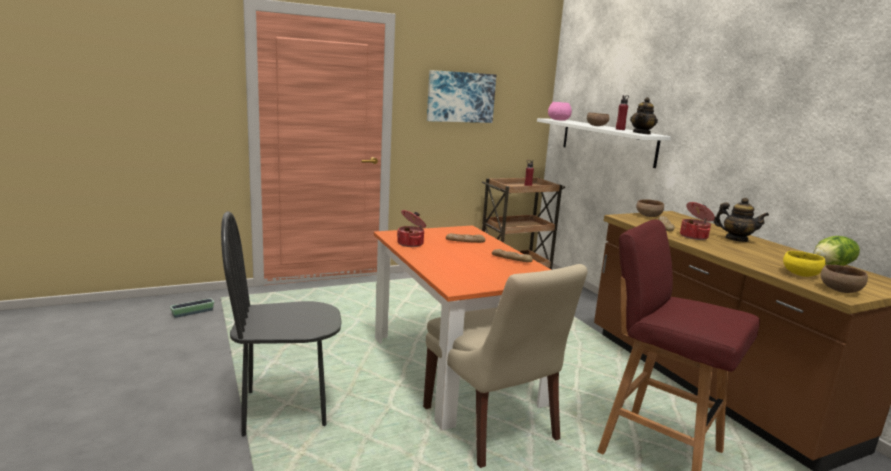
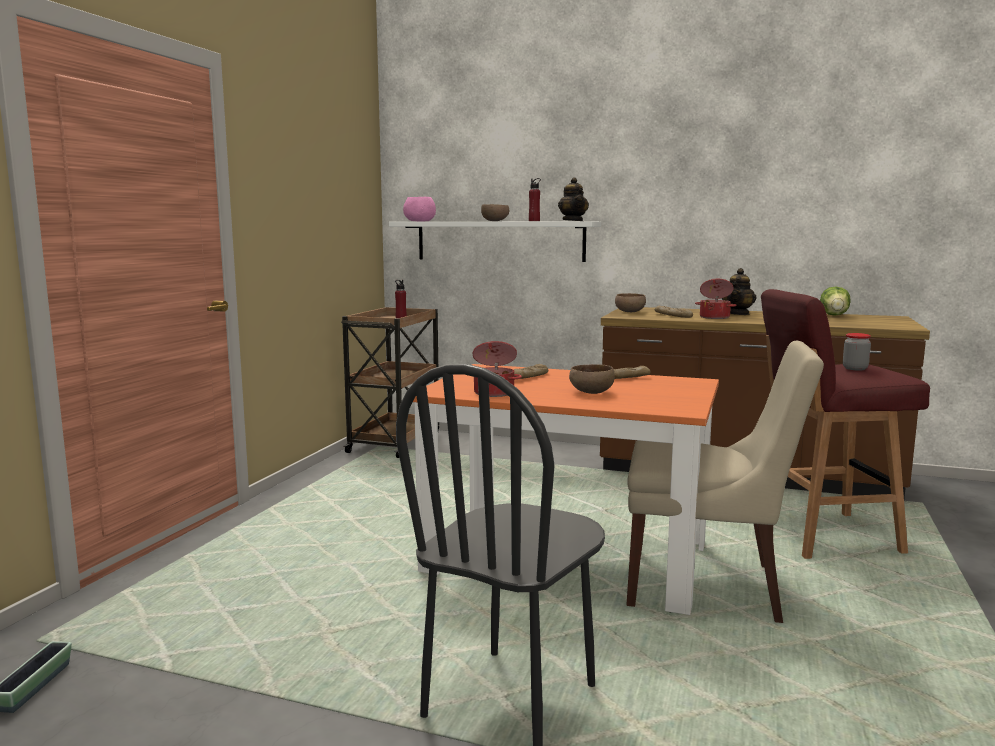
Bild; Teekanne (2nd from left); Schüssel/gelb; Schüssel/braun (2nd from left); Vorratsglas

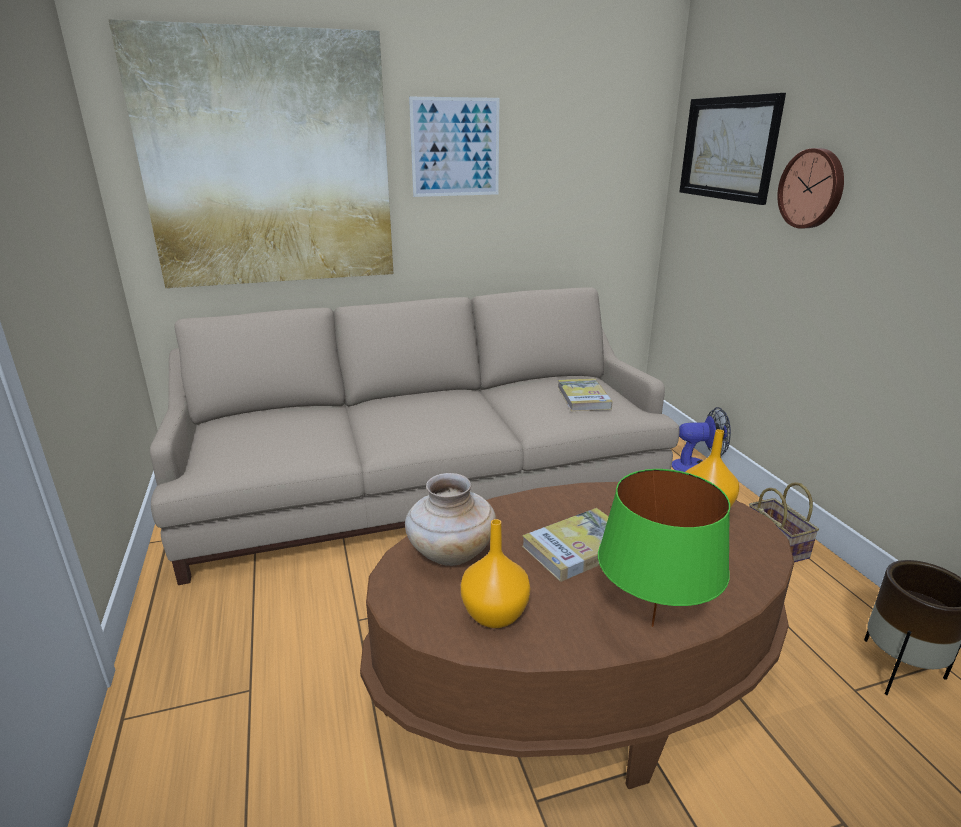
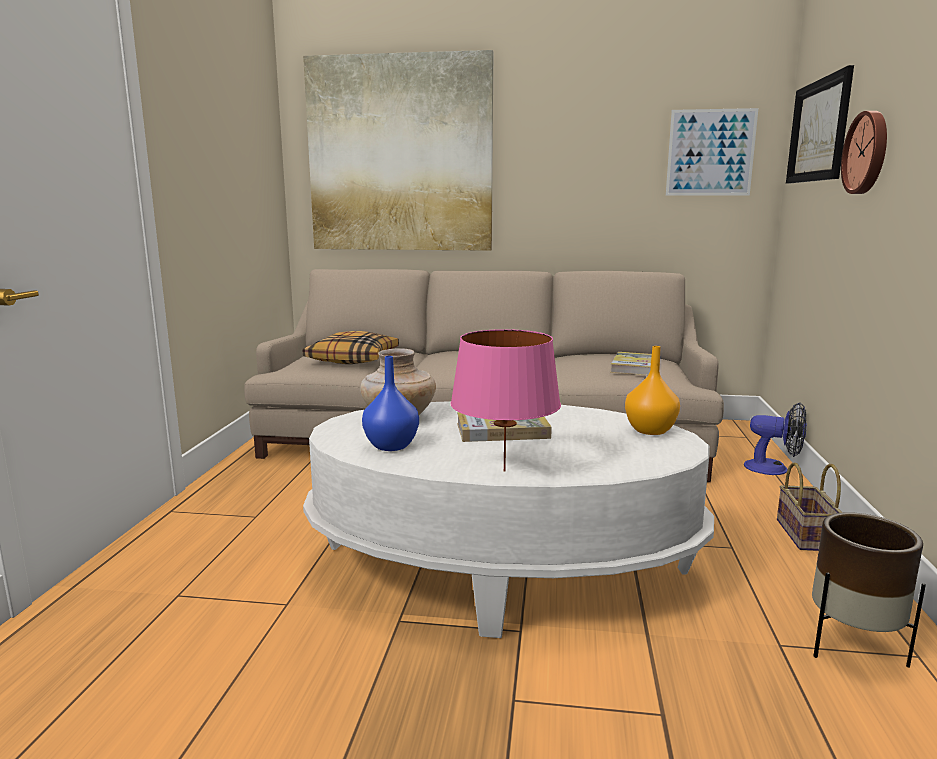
Couchtisch/weiß; Bild (2nd from left); Vase/blau; Tischlampe/rosa; Kissen

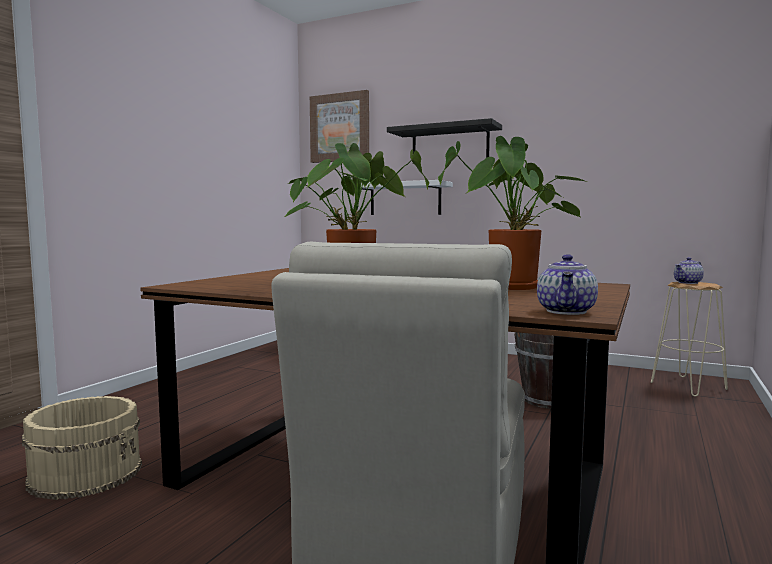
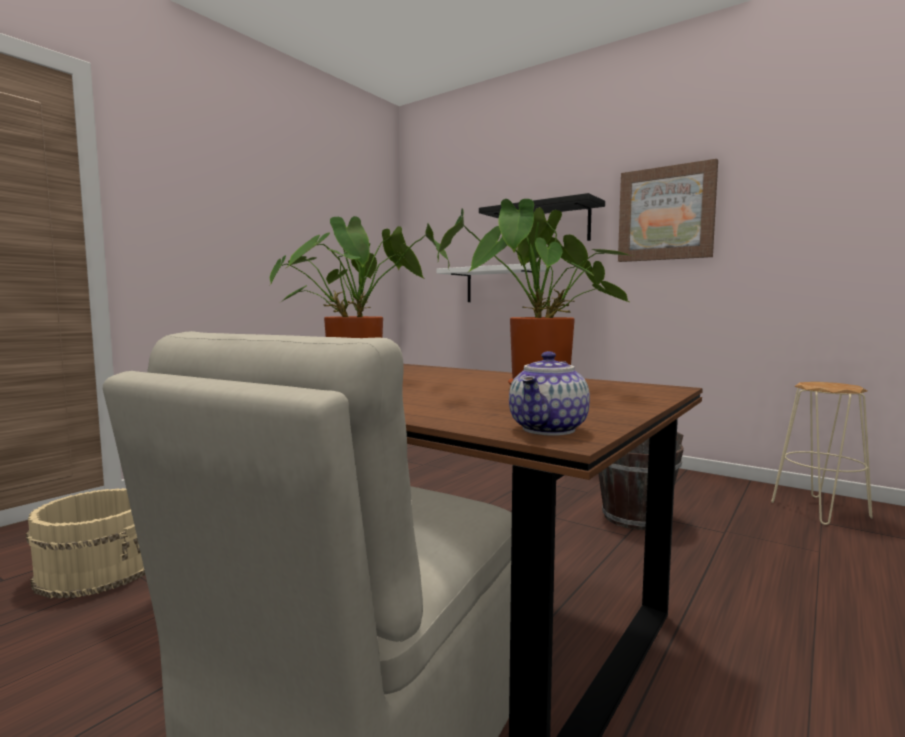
Bild; Teekanne (2nd from left in the first image)

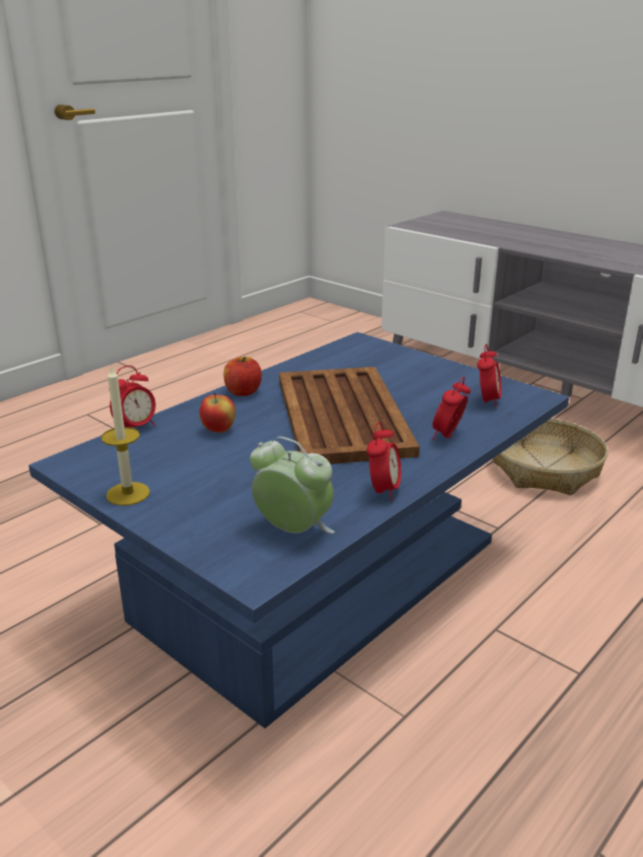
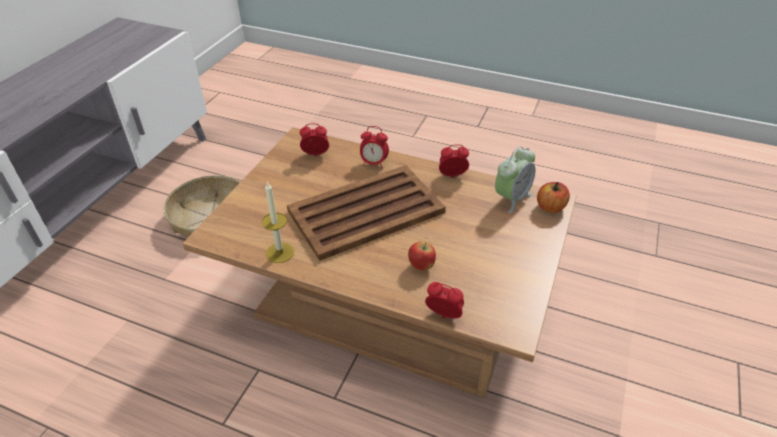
Couchtisch/braun; Kerze; Apfel (2nd from left); Wecker (5th from left)

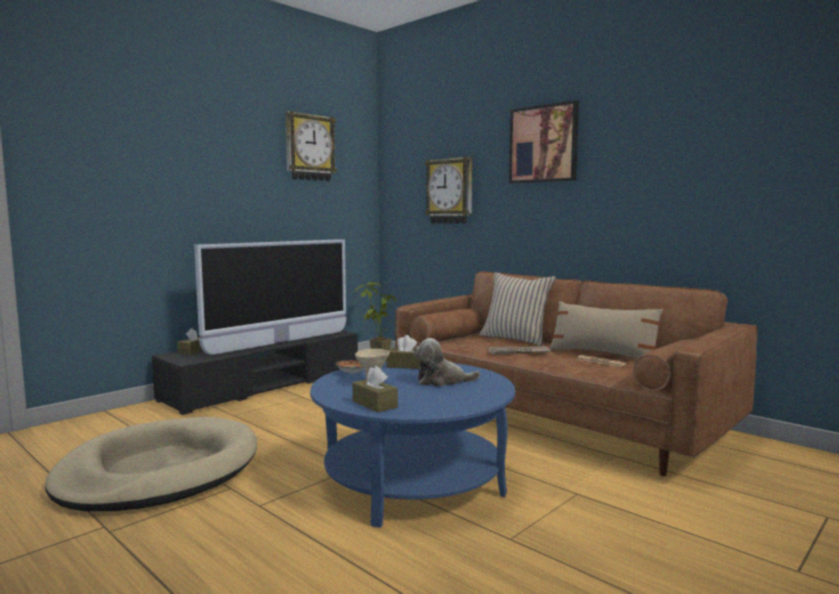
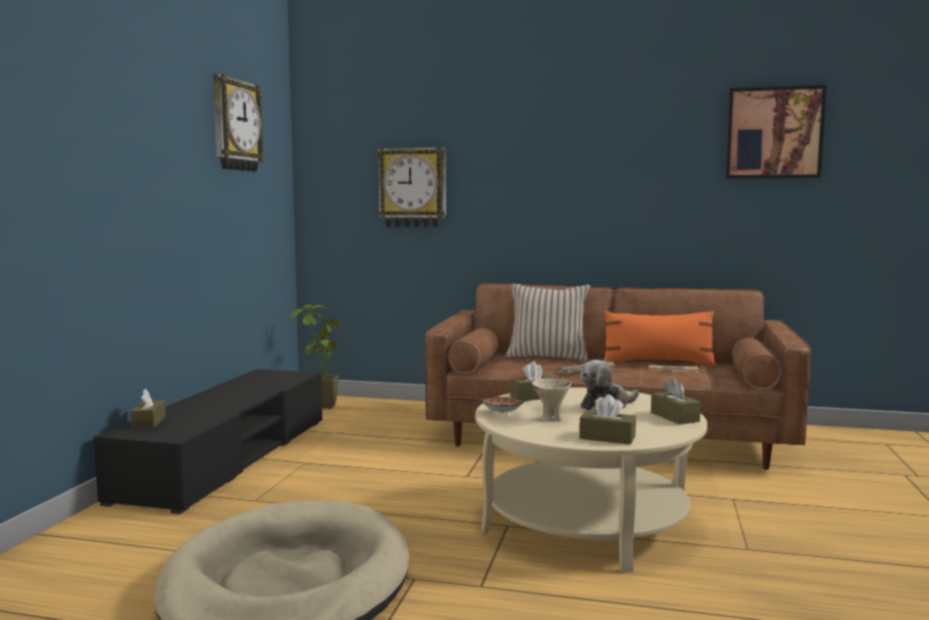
Fernseher; Couchtisch/beige; Bild; Kissen/orange; Taschentuchbox/braun (4th from left)

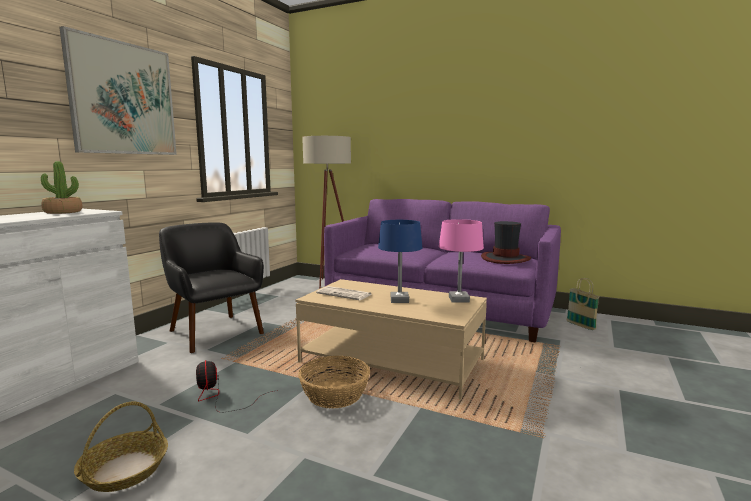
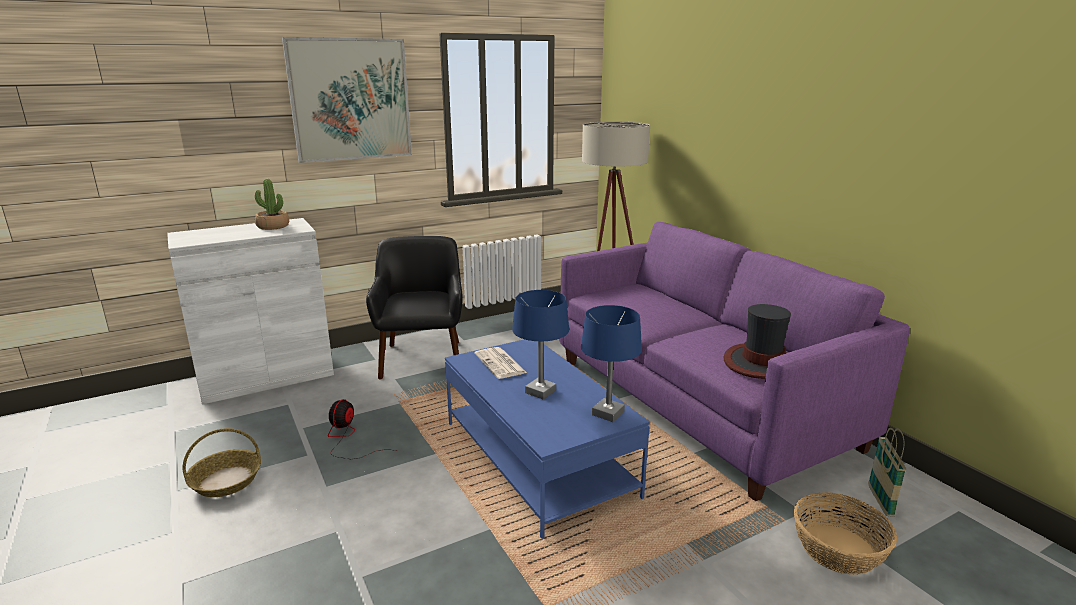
Couchtisch/blau; Korb (2nd from left); Tischlampe/blau (2nd from left)

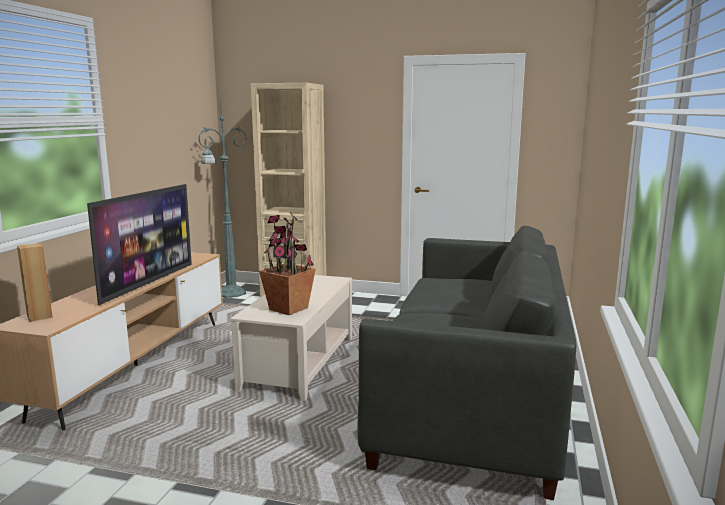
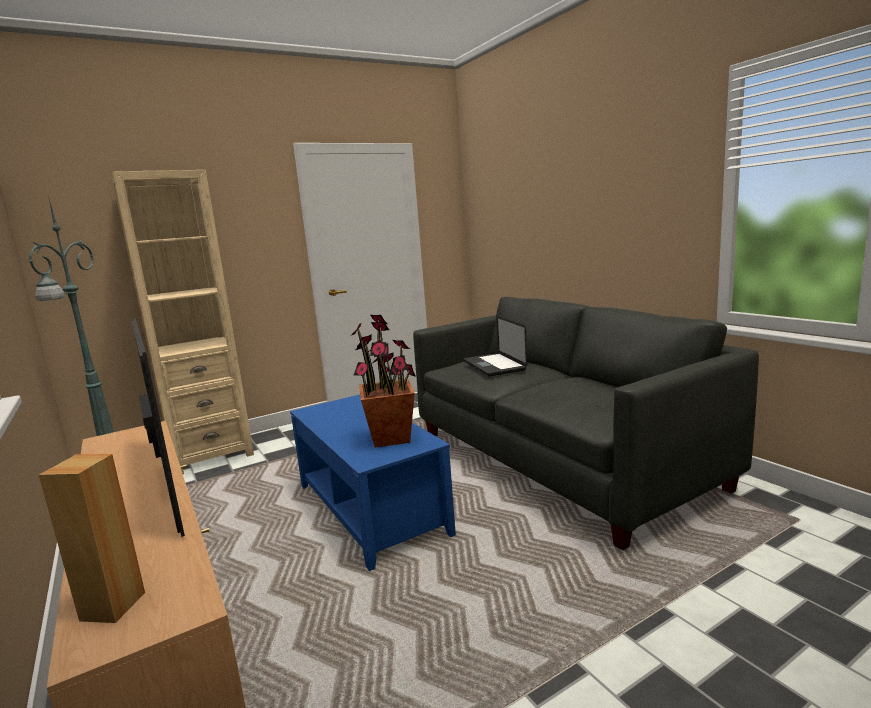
Couchtisch/blau; Laptop

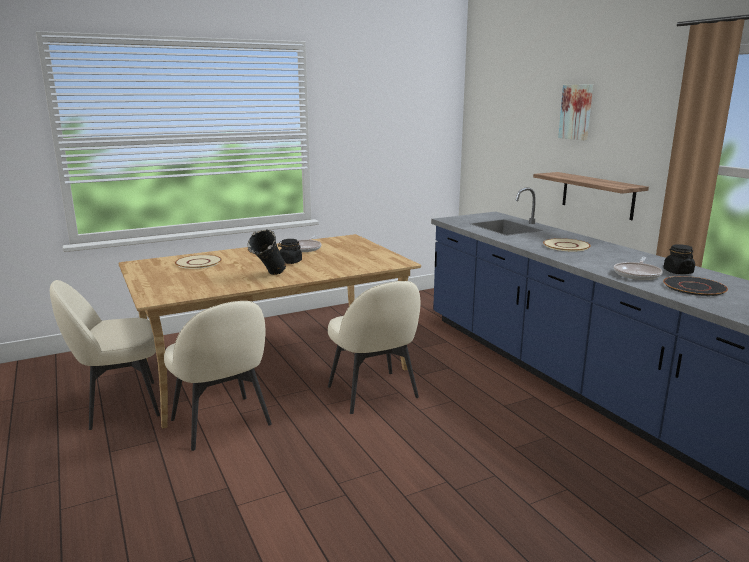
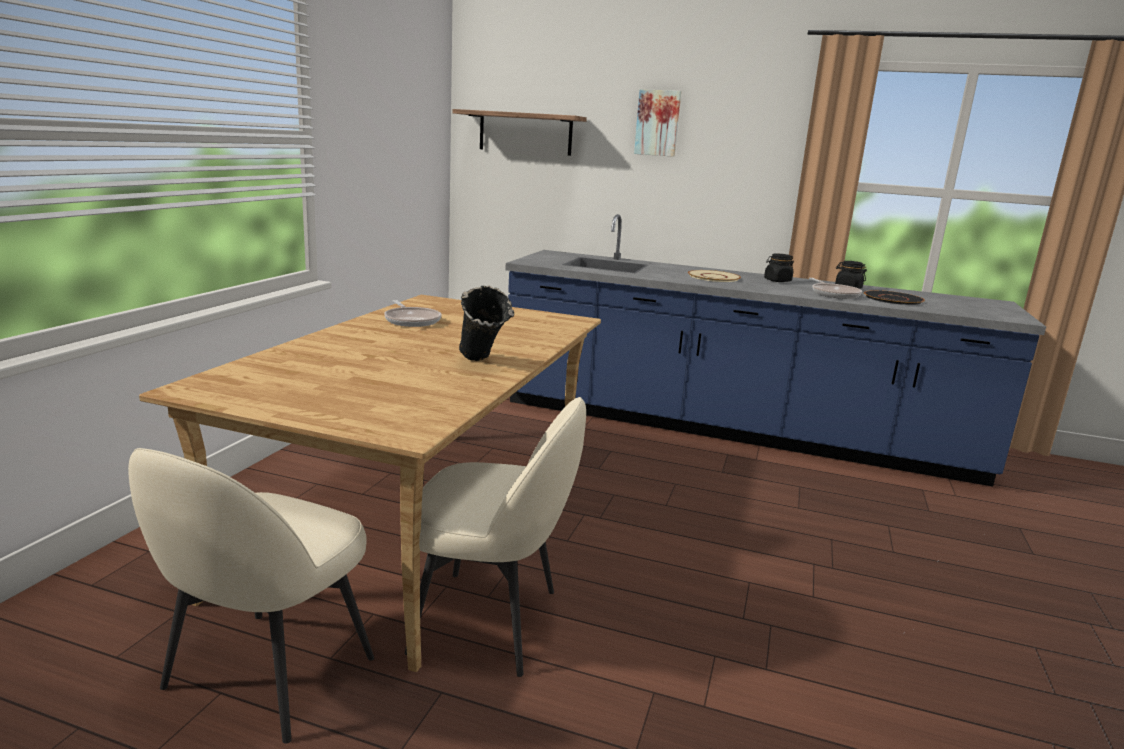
Teller/beige (1st from left in the first image); Vorratsglas/schwarz (1st from left); Stuhl/beige (3rd from left in the first image); Wandregal

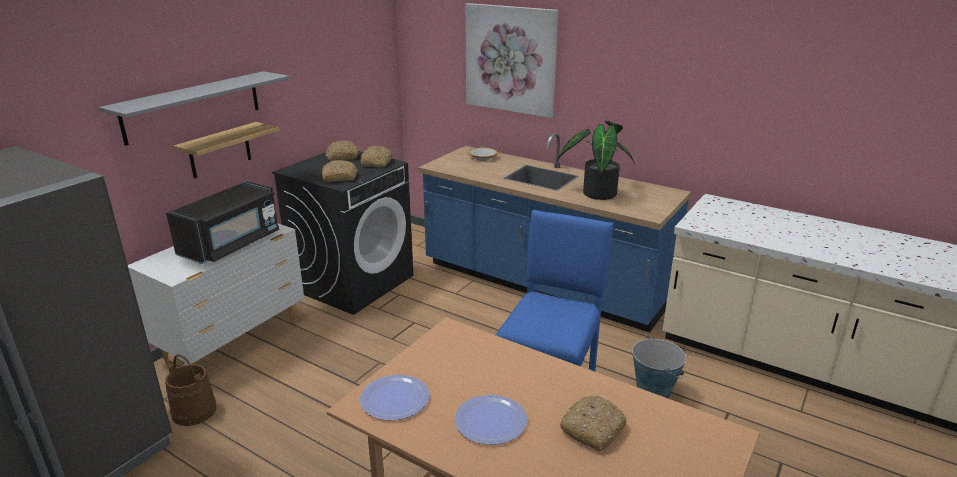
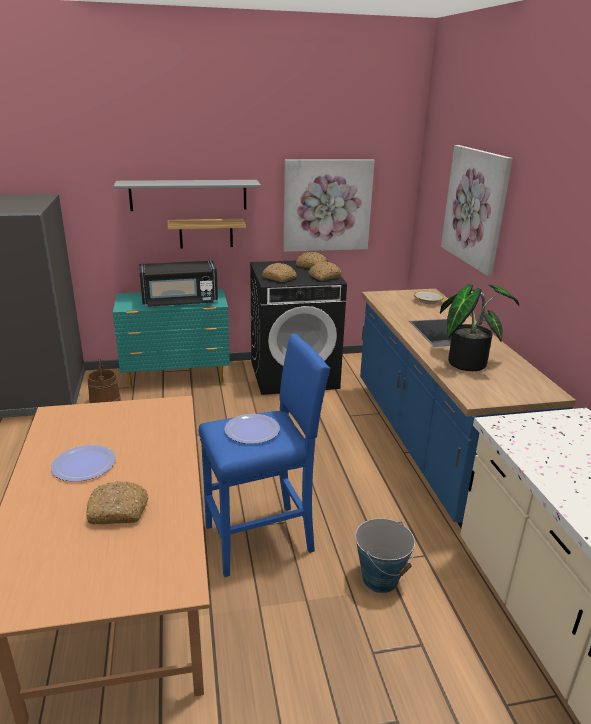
Kommode/türkis; Teller (2nd from left); Bild (1st from left)

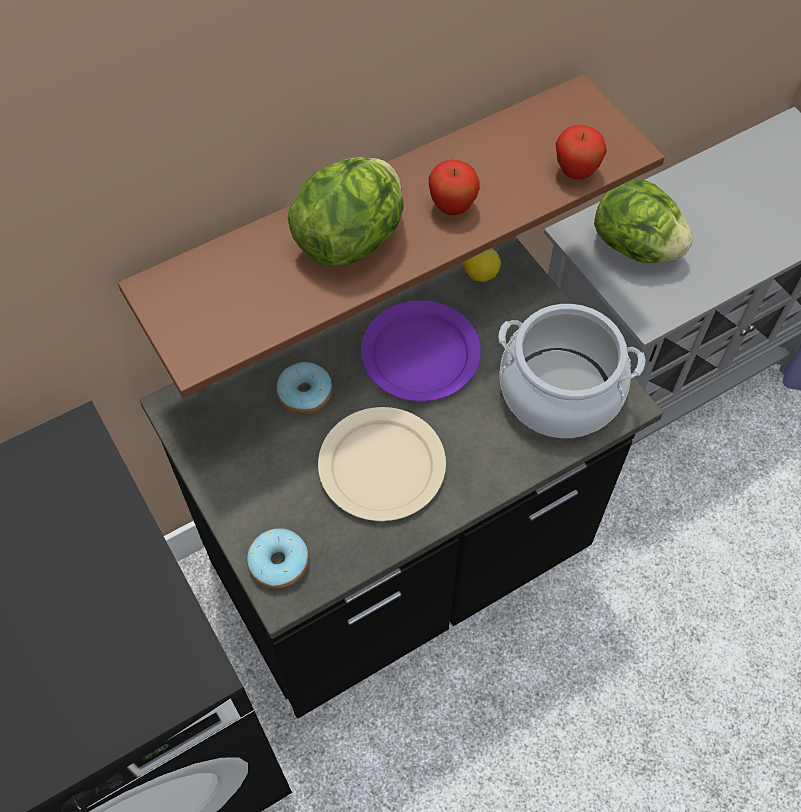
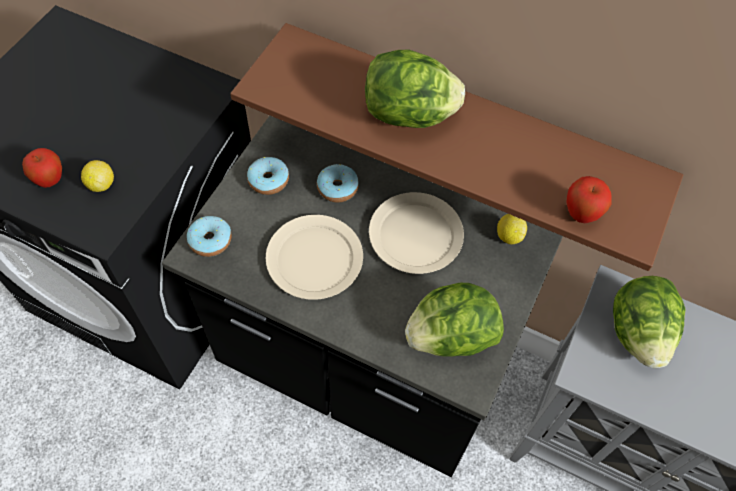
Teller/beige (2nd from left); Apfel (1st from left); Salatkopf (2nd from left); Zitrone (1st from left); Donut (2nd from left)

